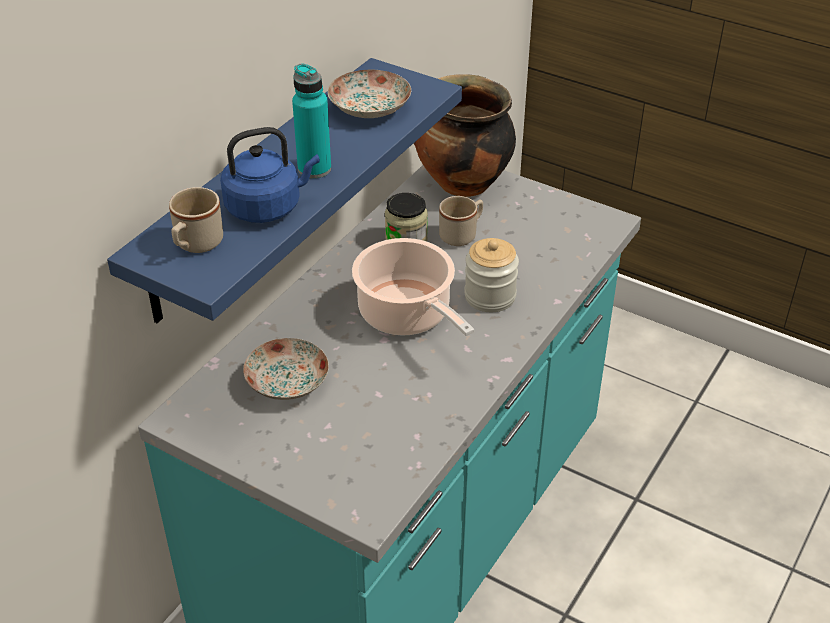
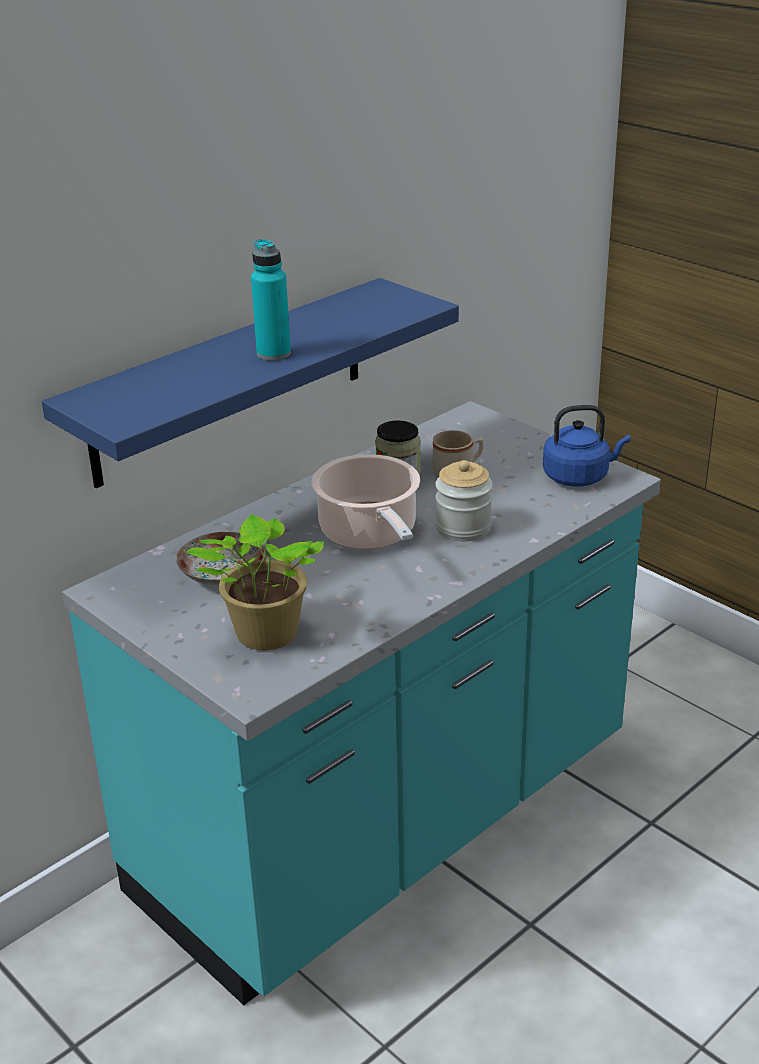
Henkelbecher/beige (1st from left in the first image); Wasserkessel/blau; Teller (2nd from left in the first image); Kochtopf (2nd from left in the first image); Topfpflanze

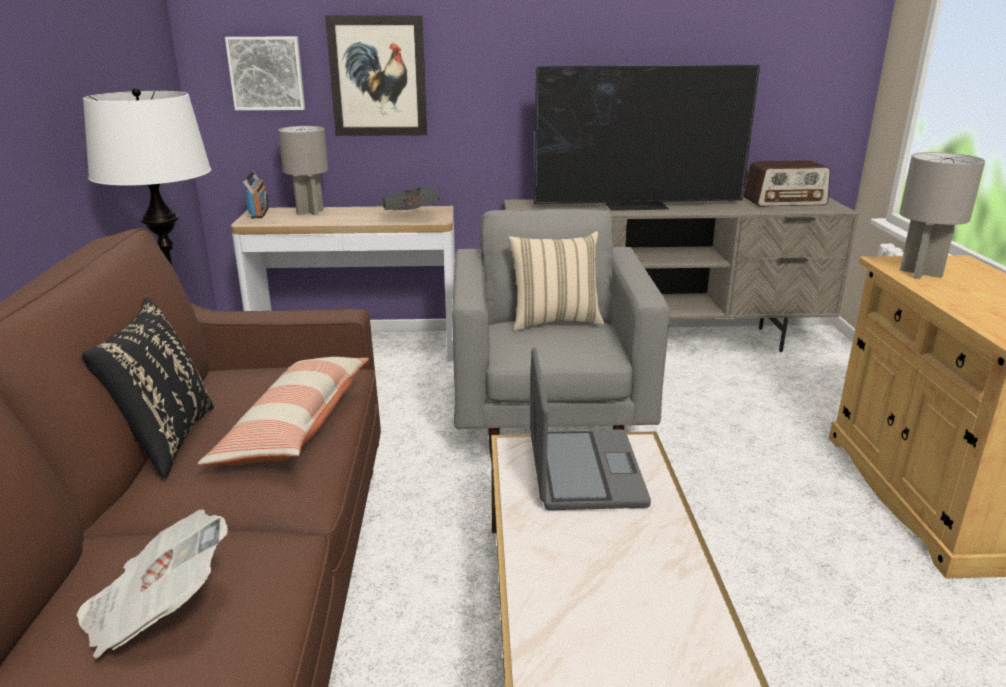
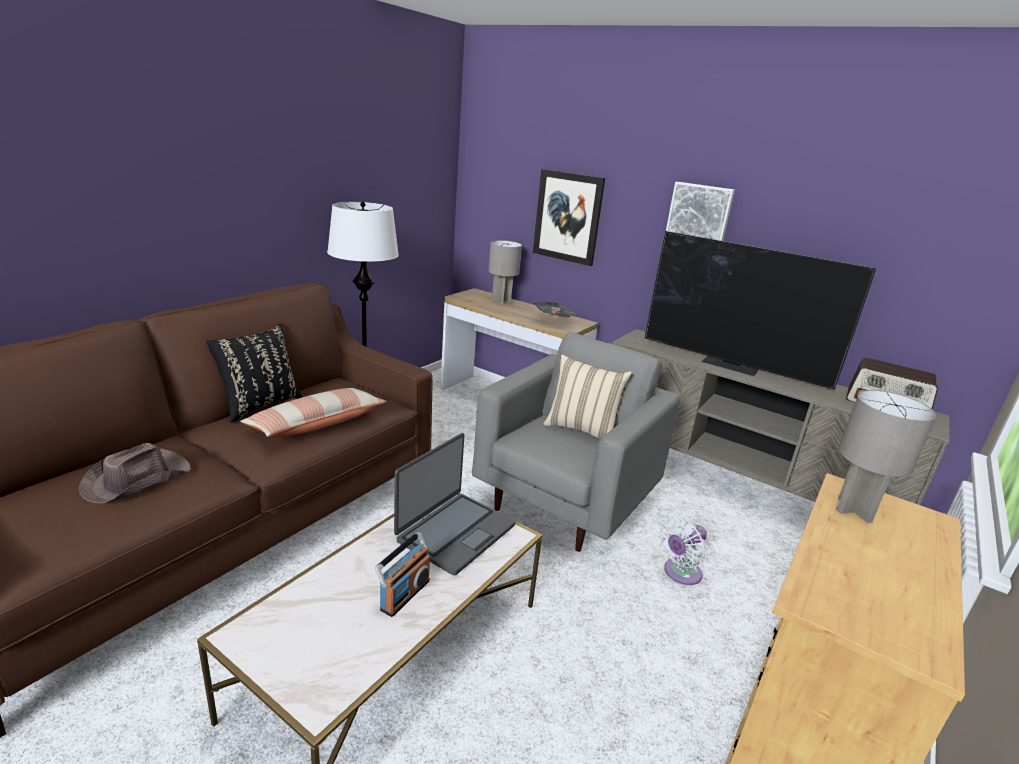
Hut/braun; Bild (2nd from left); Radio (1st from left); Ventilator/weiß

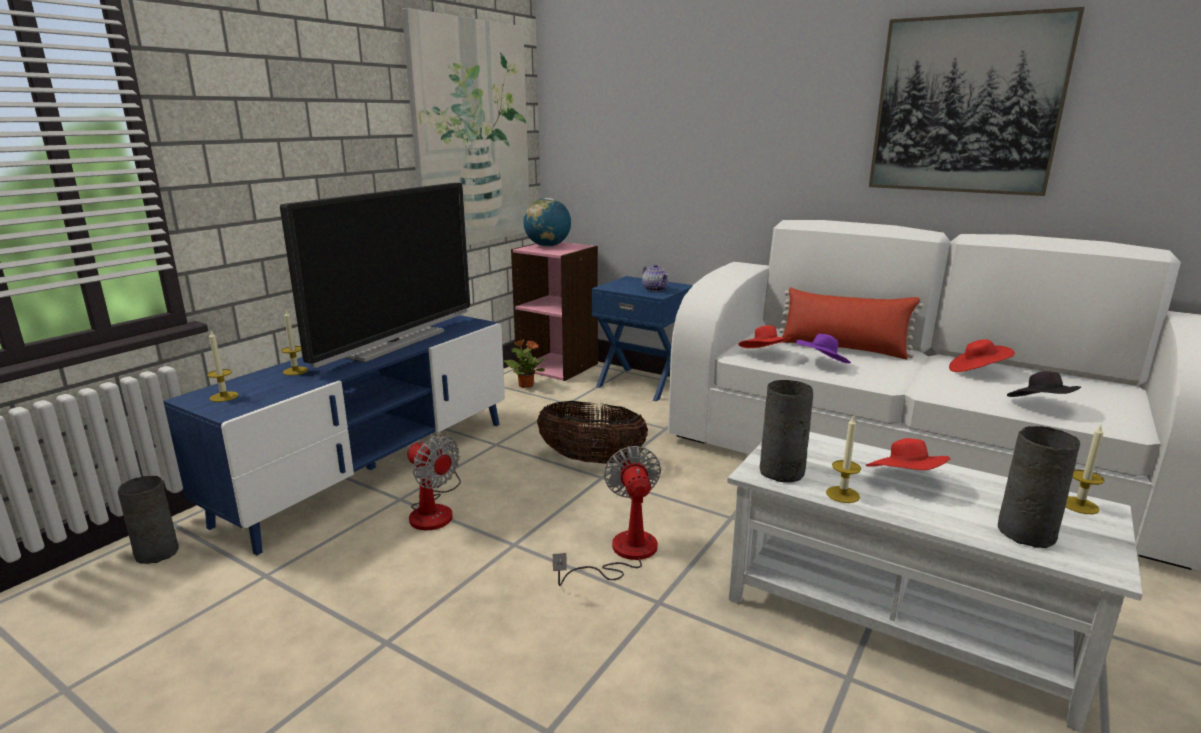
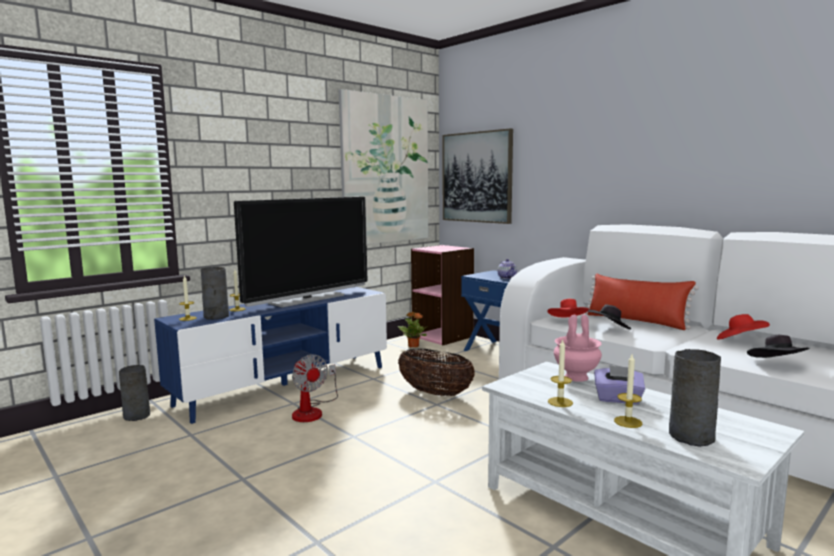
Globus; Ventilator (2nd from left in the first image); Vase/grau (2nd from left); Hut/schwarz (1st from left); Taschentuchbox/lila; Bild (2nd from left); Kerze (4th from left); Vase/rosa

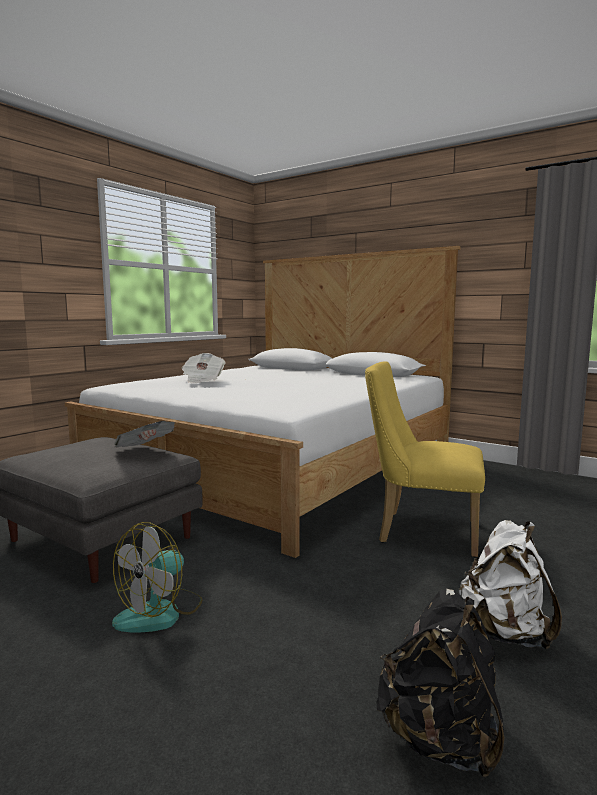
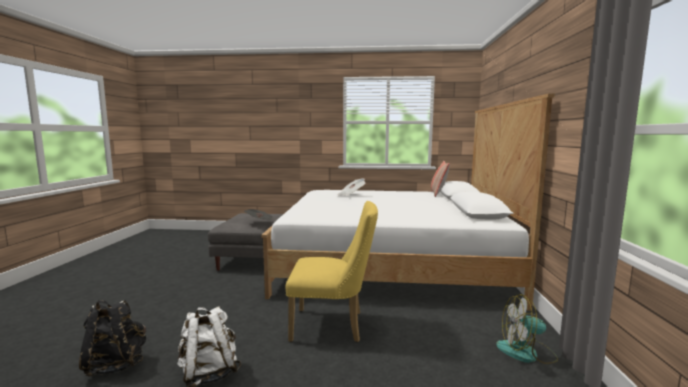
Ventilator; Stuhl/gelb; Kissen

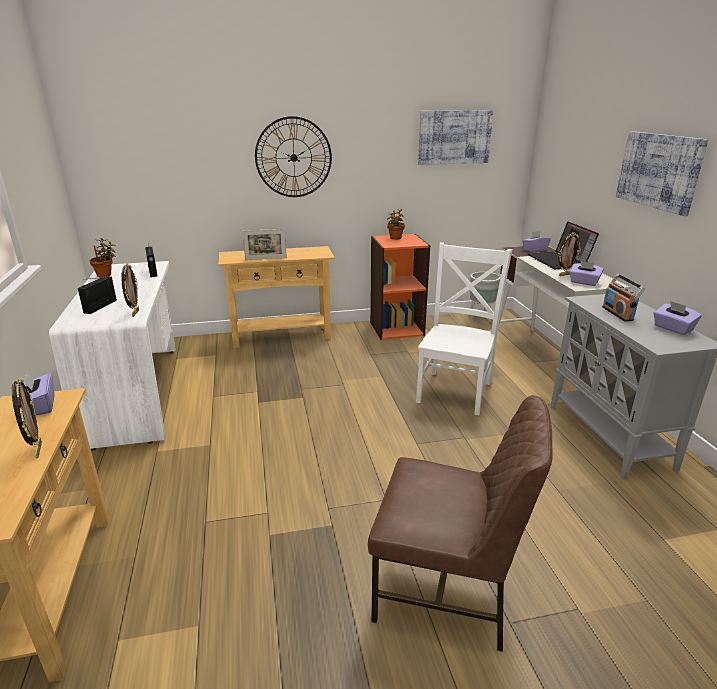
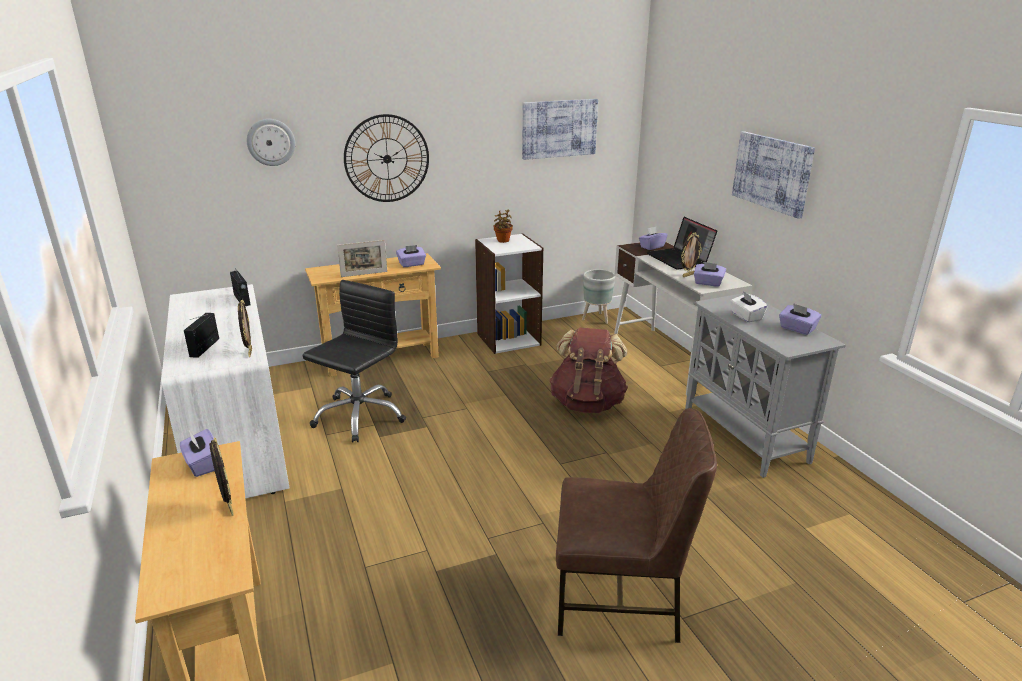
Topfpflanze (1st from left in the first image); Bücherregal/weiß; Rucksack/braun; Taschentuchbox/weiß; Wanduhr (1st from left); Bürostuhl/schwarz; Taschentuchbox/lila (2nd from left)

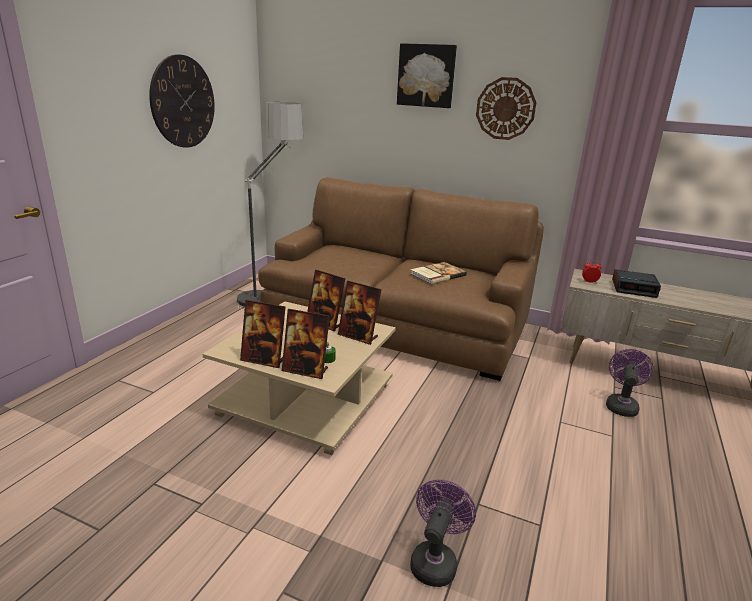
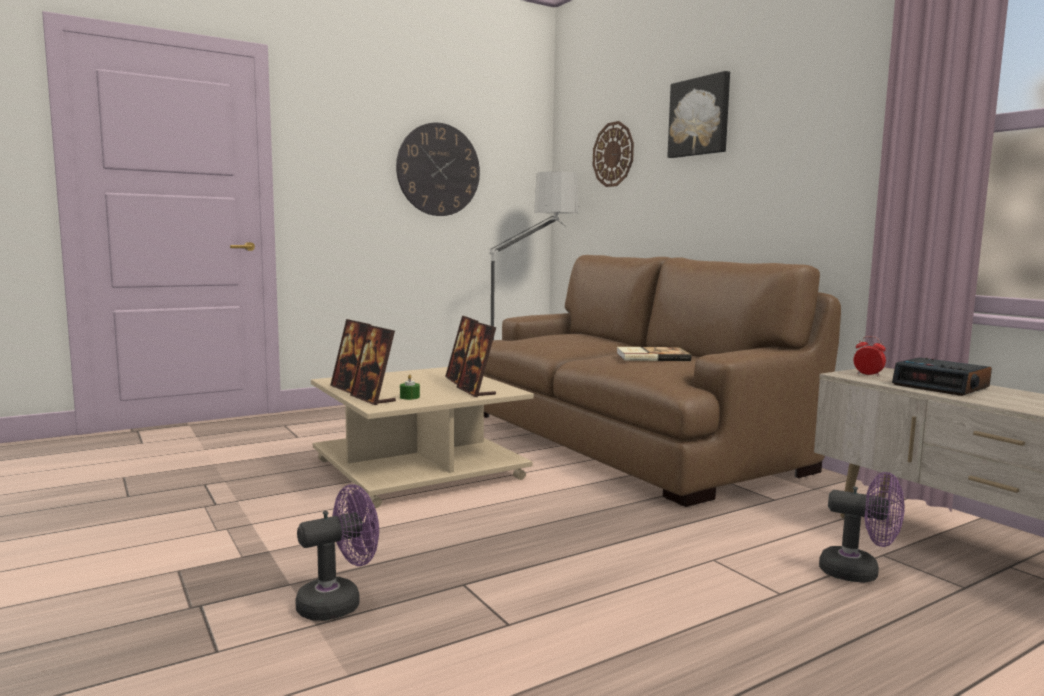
Wanduhr (2nd from left); Ventilator/lila (2nd from left)

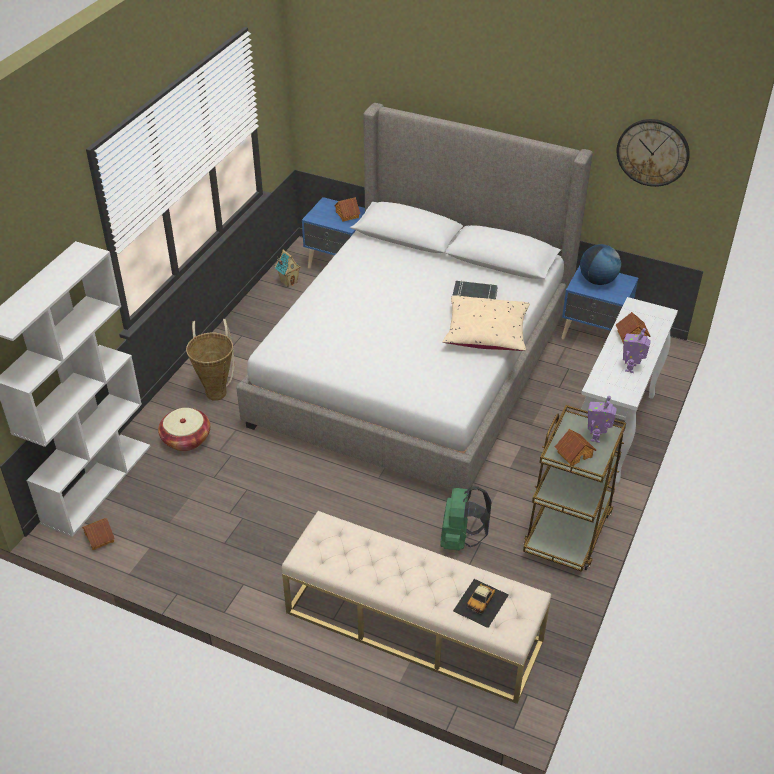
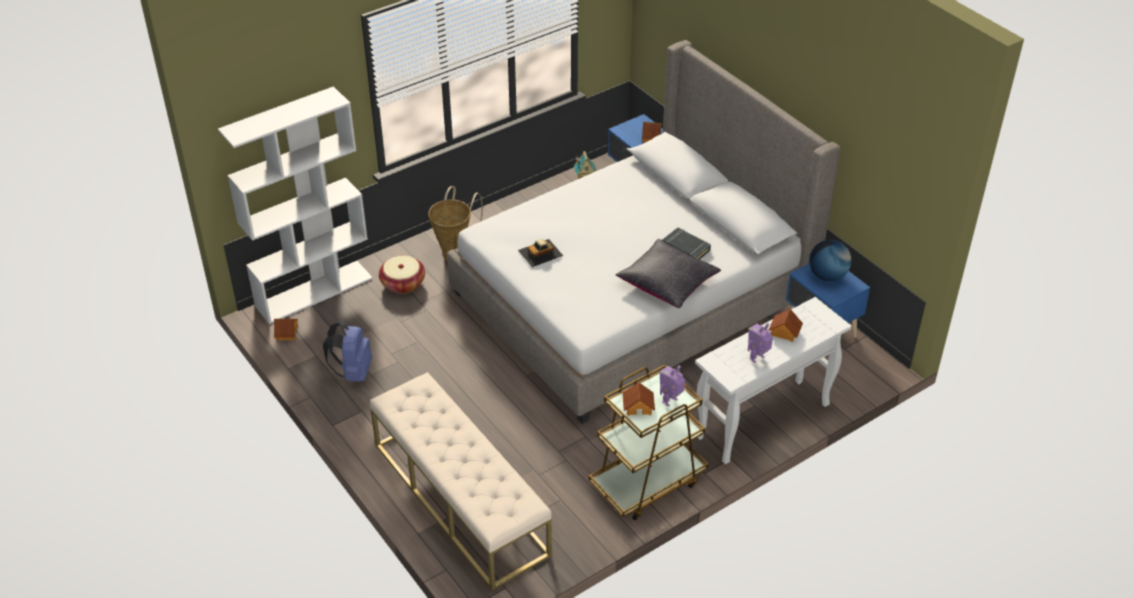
Rucksack/grün; Kissen/schwarz; Spielzeugauto; Wanduhr; Rucksack/blau

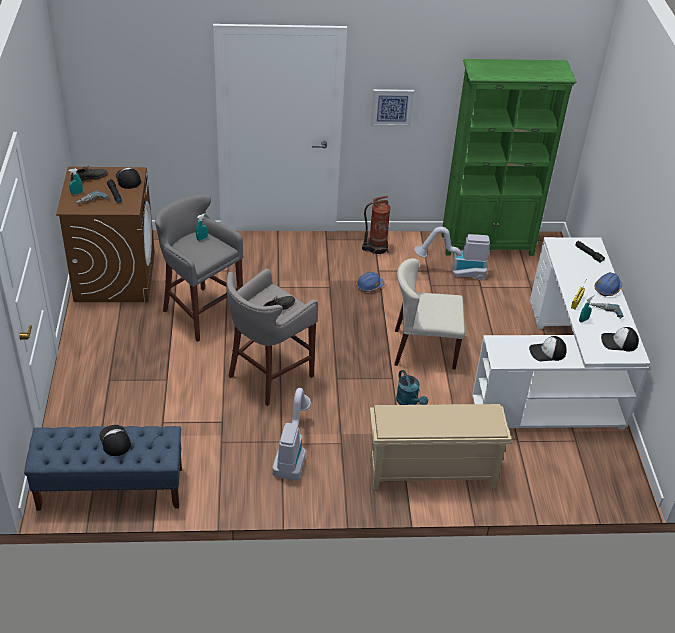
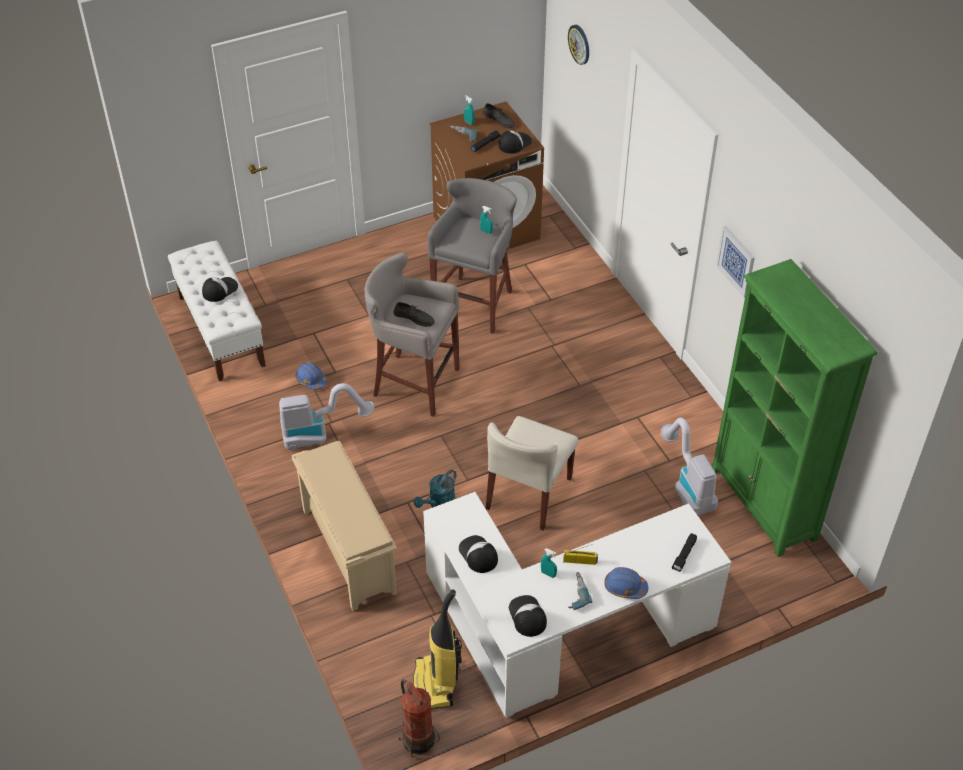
Bank/weiß; Schutzhelm/blau (1st from left); Feuerlöscher; Stuhl/beige; Staubsauger (2nd from left); Wanduhr

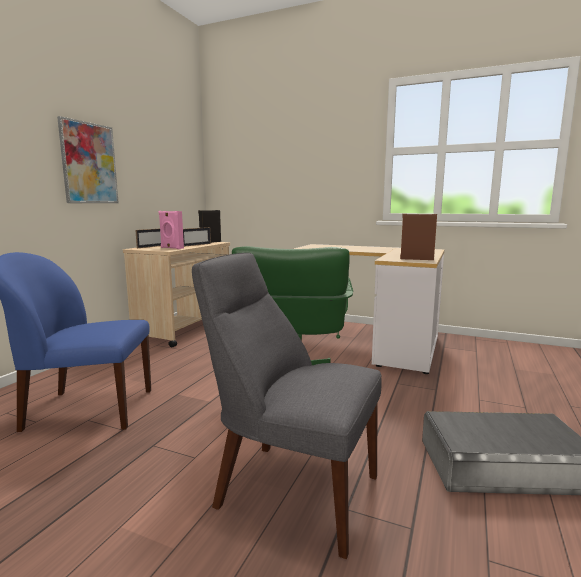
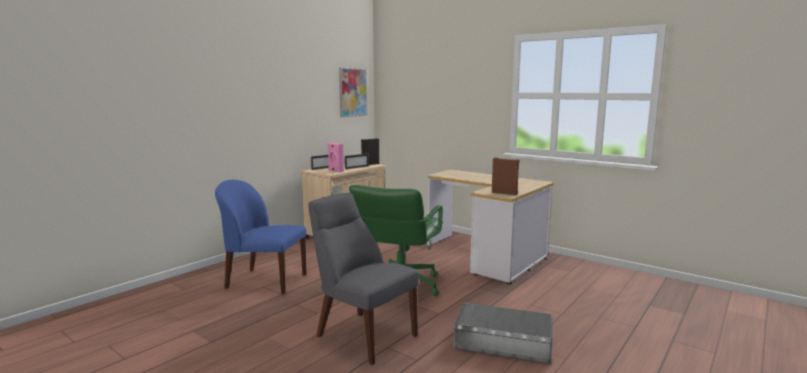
Bild

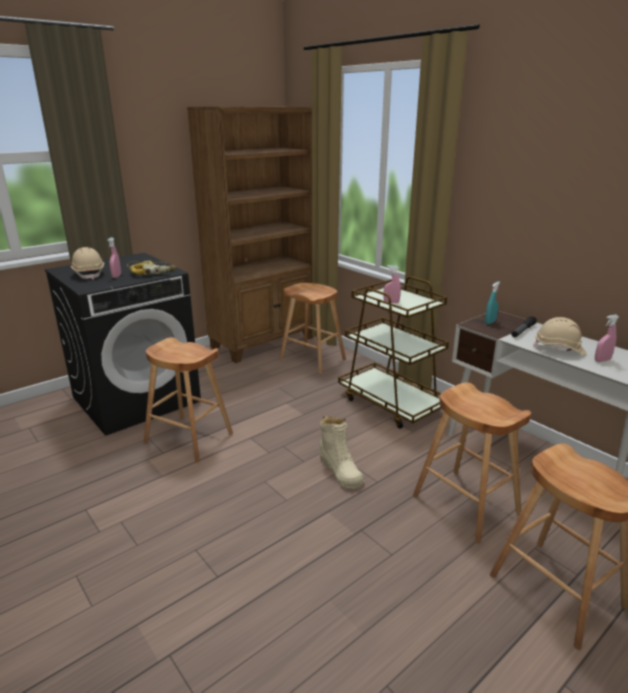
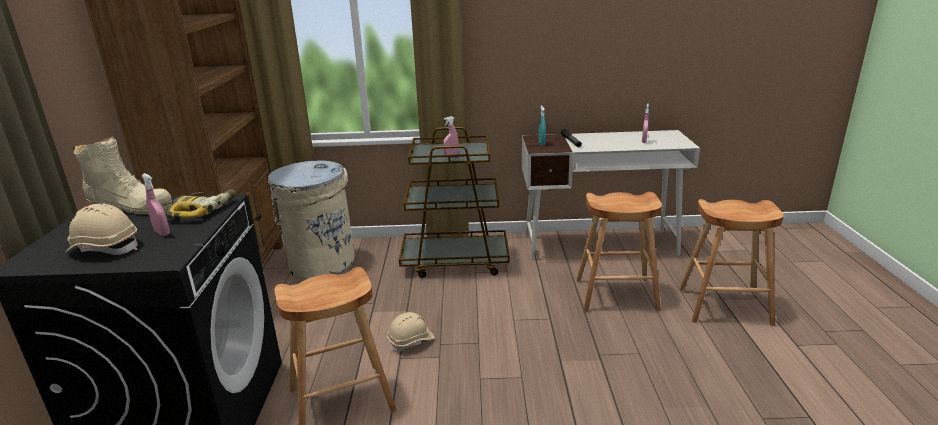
Mülleimer/beige; Stiefel/beige; Schutzhelm/beige (2nd from left)

